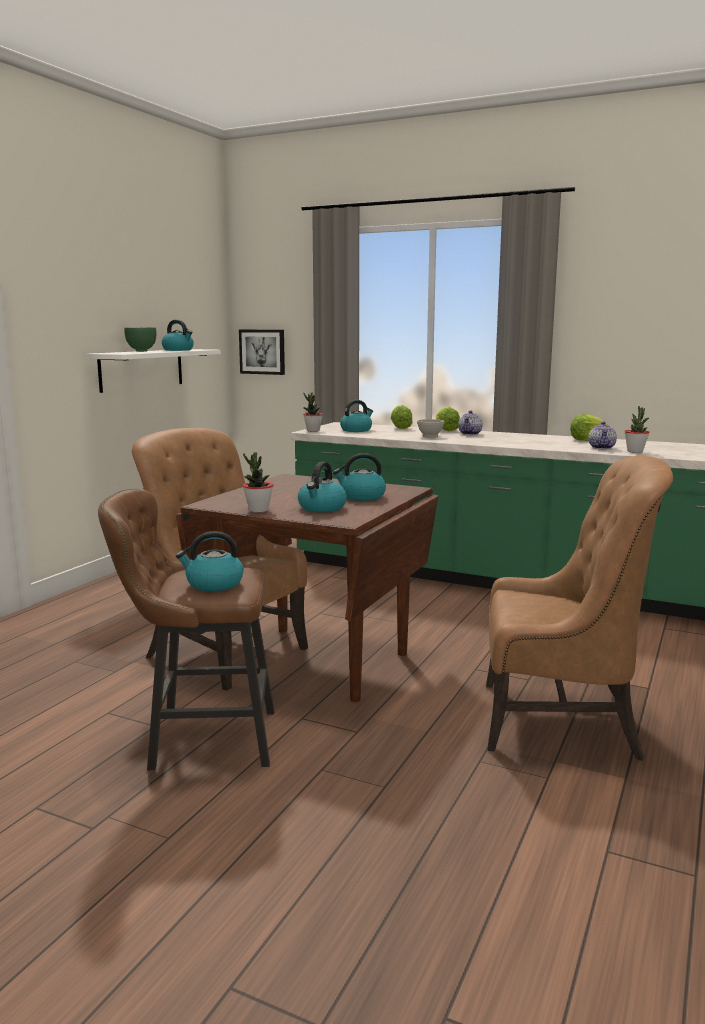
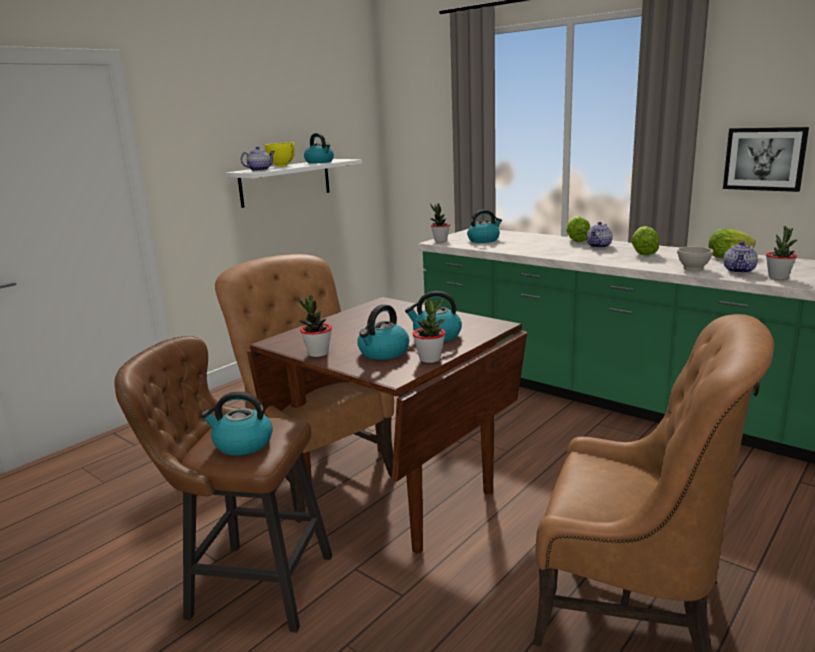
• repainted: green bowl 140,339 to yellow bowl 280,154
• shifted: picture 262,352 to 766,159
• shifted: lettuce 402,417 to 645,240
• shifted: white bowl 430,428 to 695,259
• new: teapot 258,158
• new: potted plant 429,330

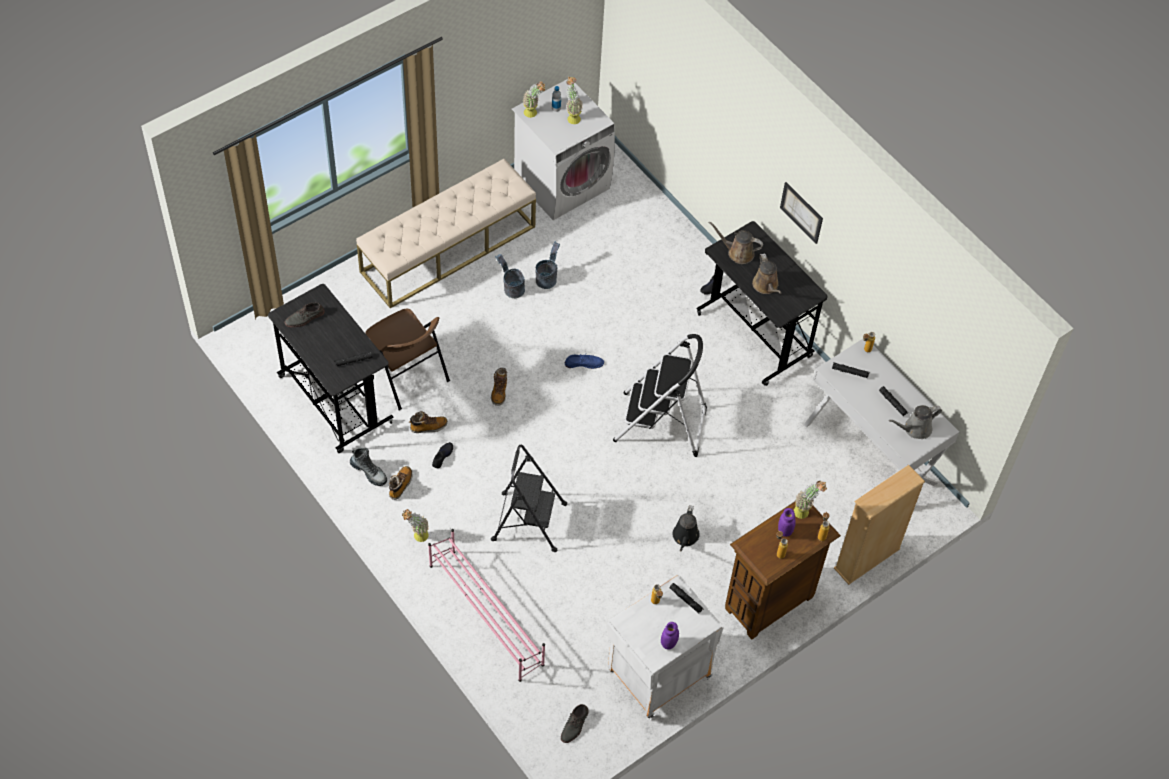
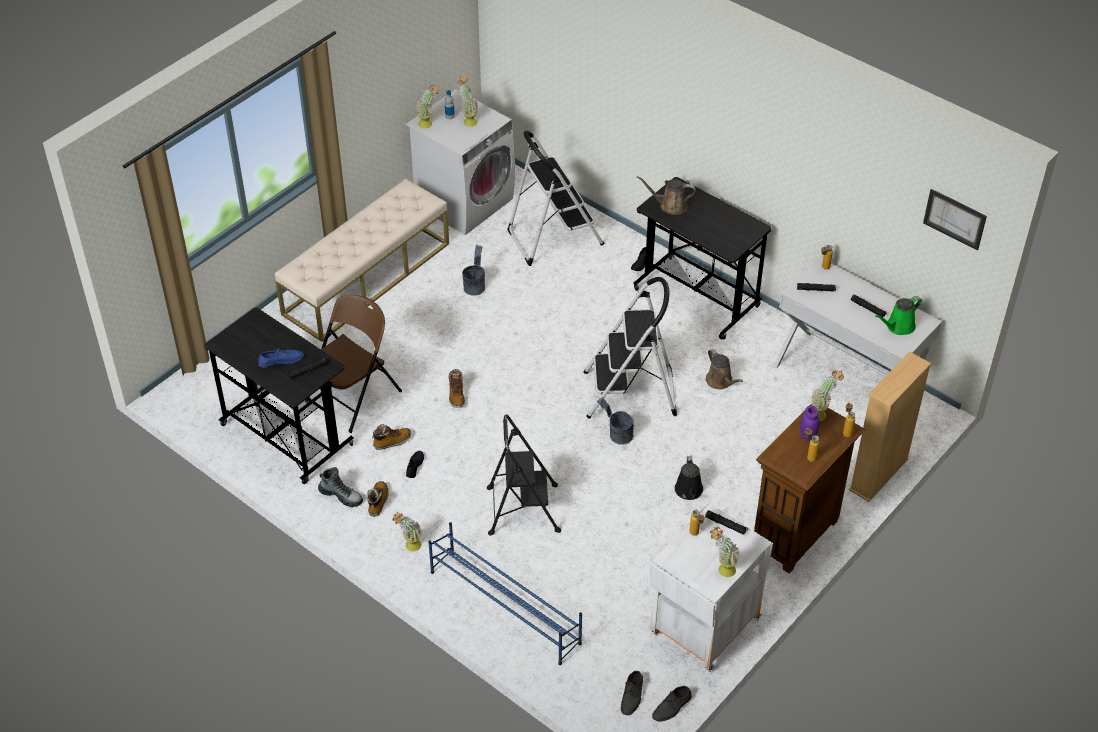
• shifted: picture 801,213 to 955,219
• shifted: brown watering can 767,273 to 724,369
• shifted: grey bucket 510,276 to 615,421
• shifted: grey shoe 304,315 to 672,704
• rotated: brown chair 407,360 = 355,364 90 degrees counterclockwise
• shifted: blue shoe 584,361 to 281,357
• repainted: grey watering can 915,422 to green watering can 898,315
• repainted: pink shoe rack 486,605 to blue shoe rack 505,593
• swapped: purple jar 670,636 to potted plant 725,552
• new: step ladder 555,198

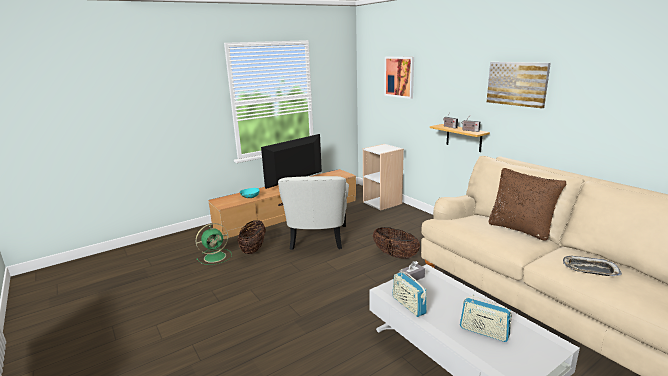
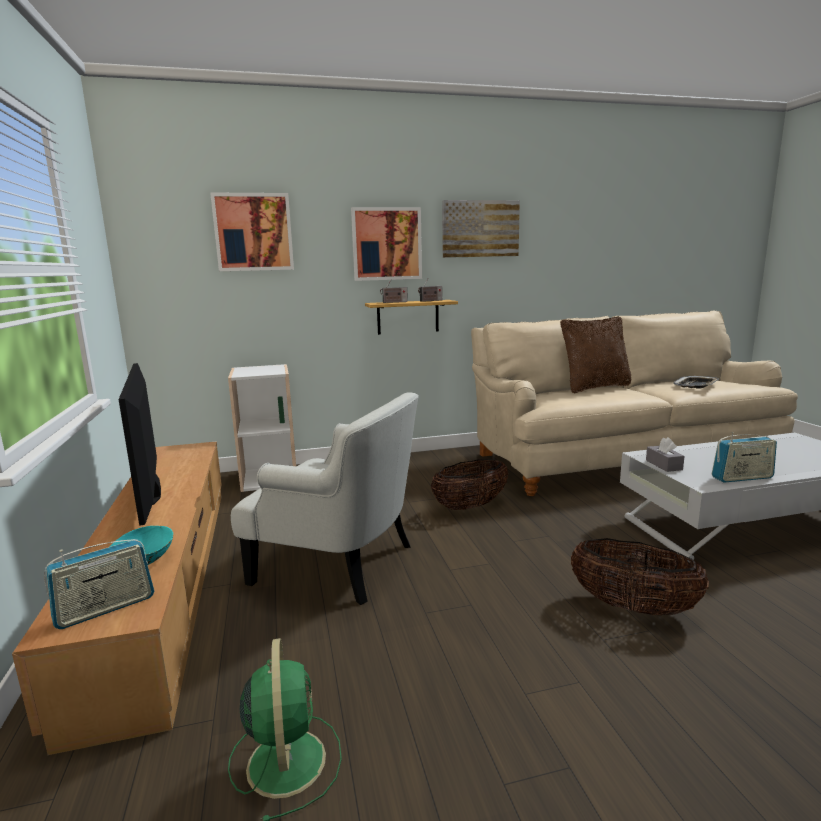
• shifted: basket 252,237 to 640,576
• shifted: radio 486,318 to 99,584
• new: picture 386,244

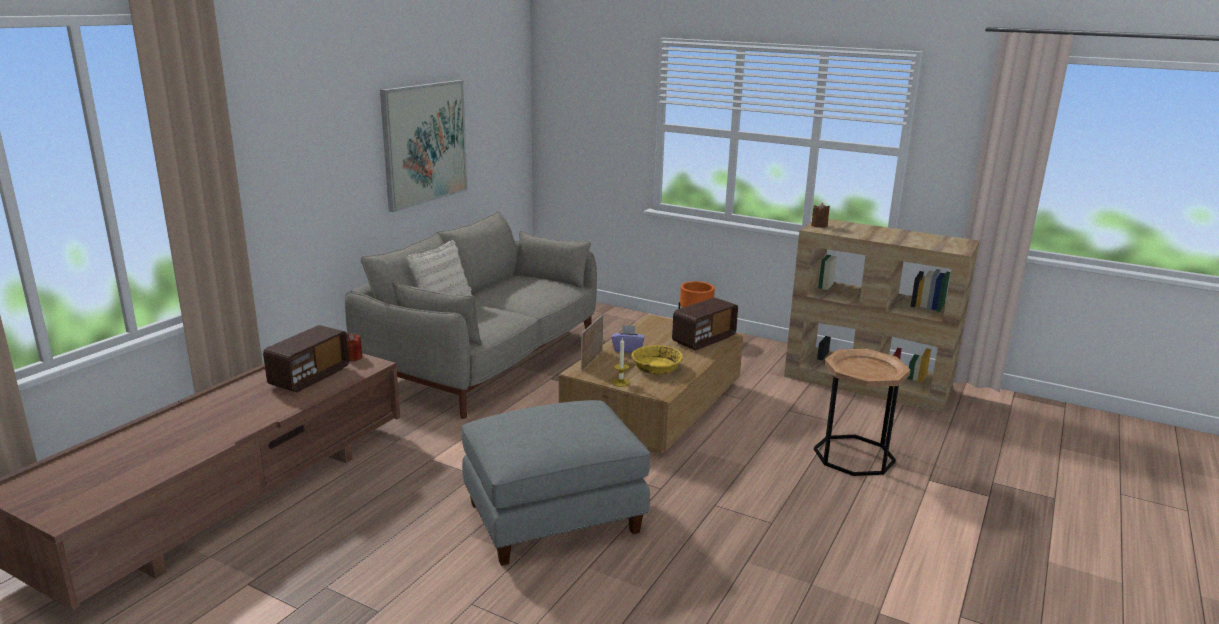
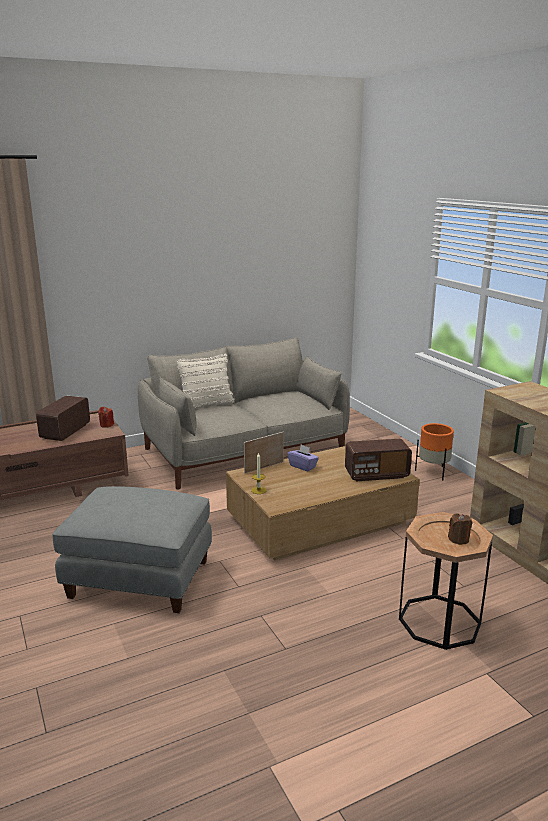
• gone: picture 424,146
• shifted: brown candle 820,215 to 460,529
• rotated: radio 306,358 = 63,418 135 degrees clockwise
• gone: yellow bowl 657,359

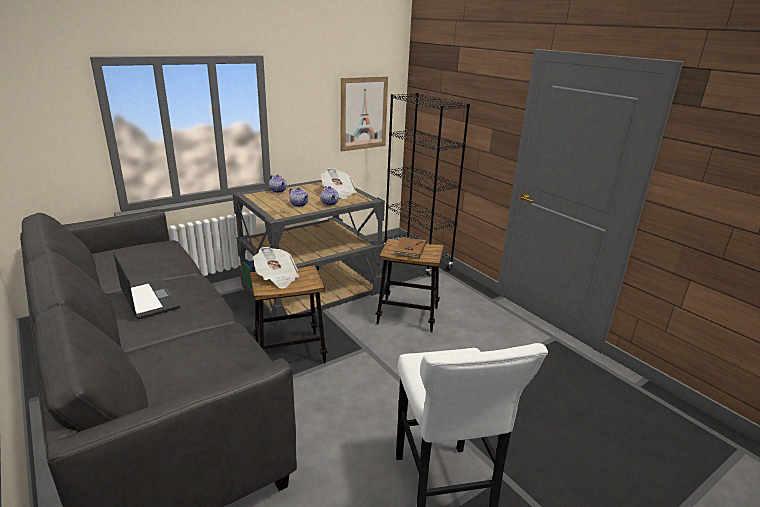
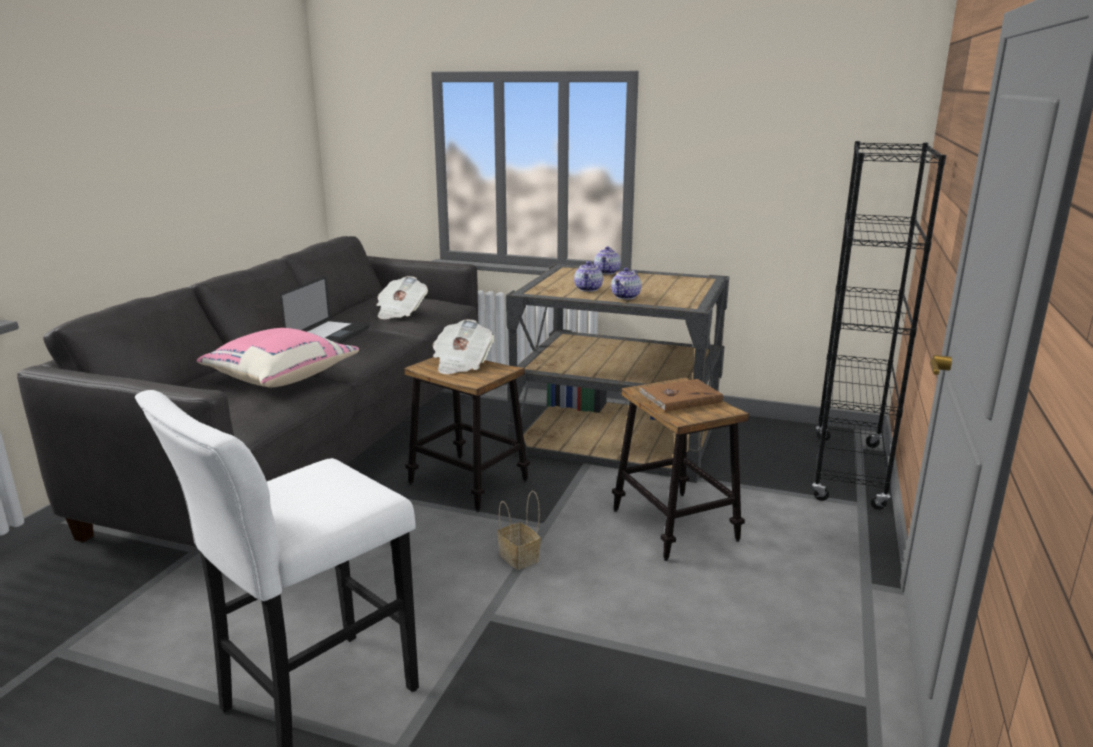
• gone: picture 364,114
• shifted: newspaper 339,183 to 402,297
• new: pink pillow 278,358
• new: basket 519,530

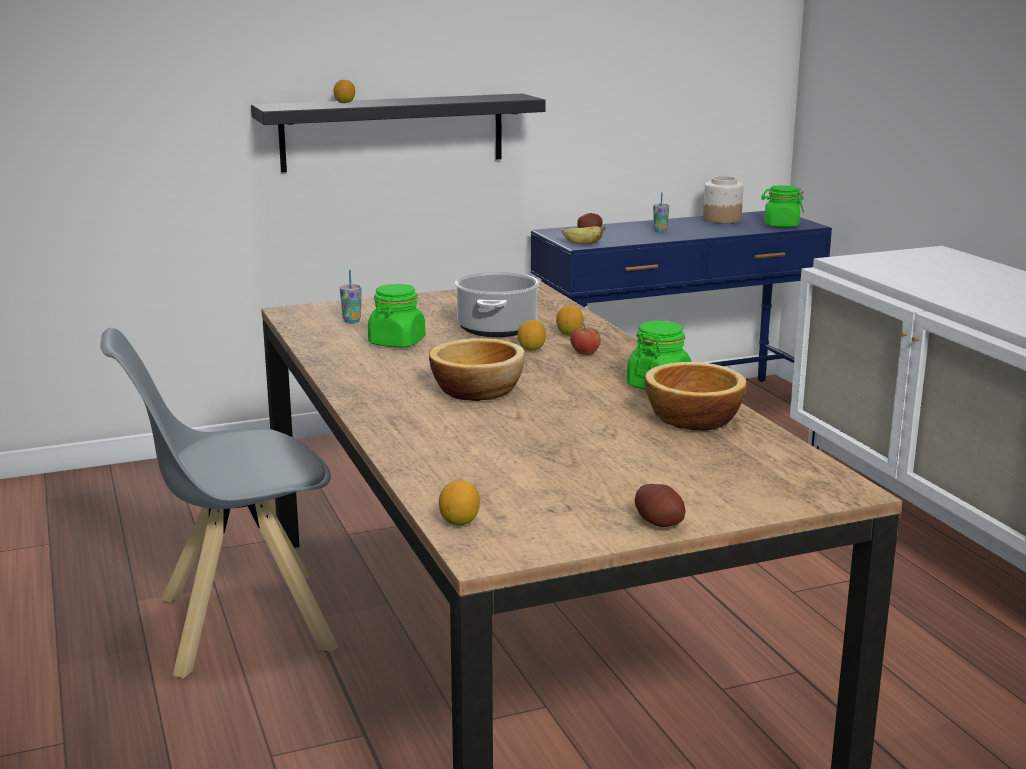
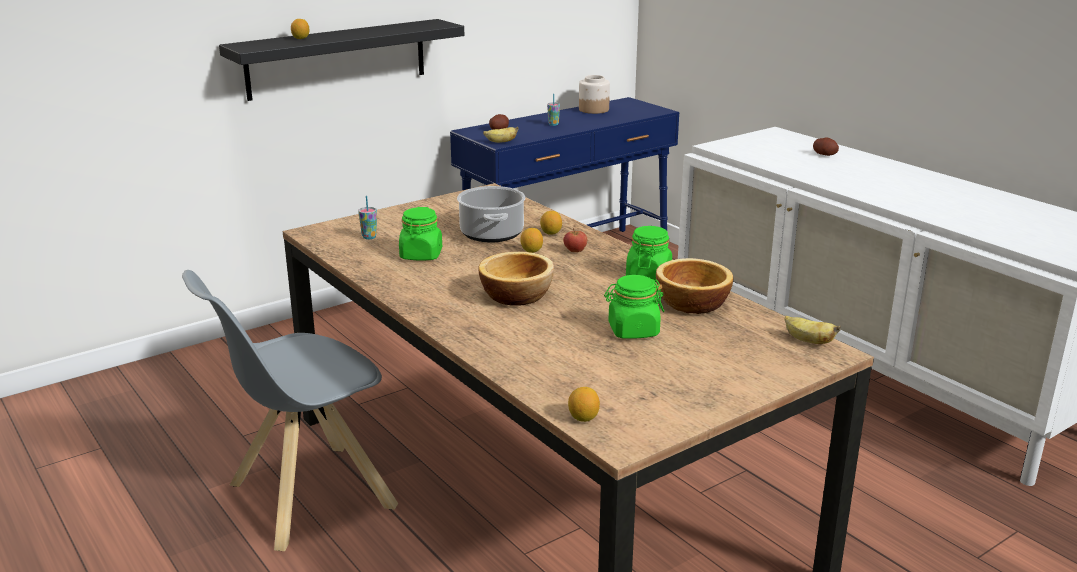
• shifted: green jar 782,206 to 634,307
• shifted: potato 660,505 to 826,146
• new: banana 813,329

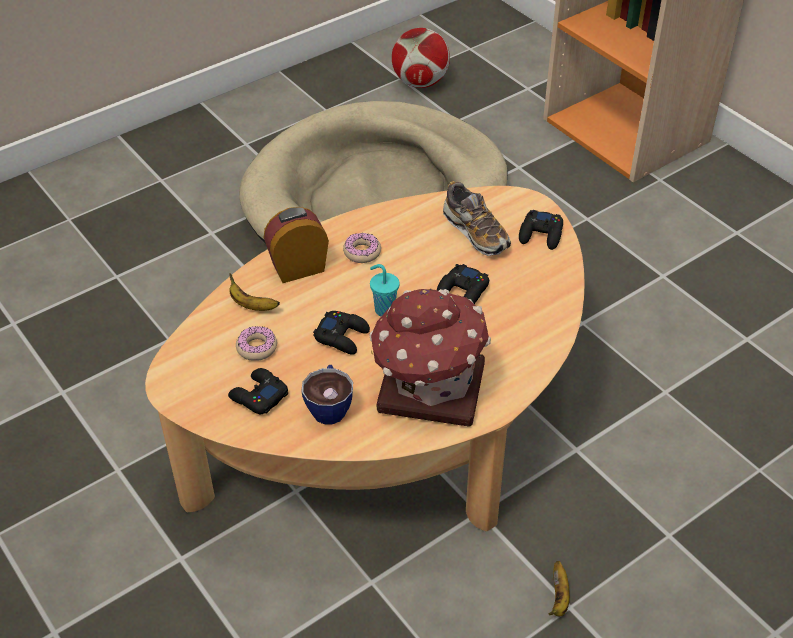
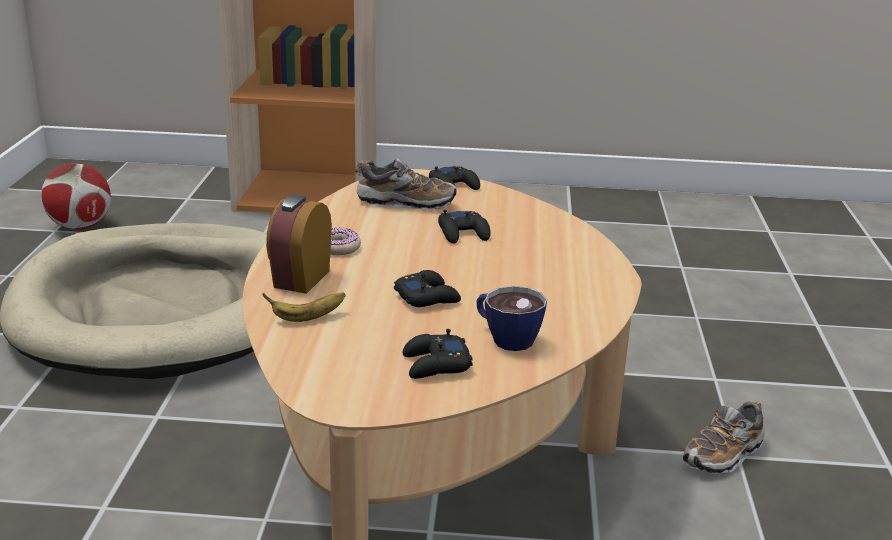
• gone: turquoise cup 384,290
• gone: toy house 430,358
• gone: donut 256,343
• swapped: banana 559,588 to shoe 724,437

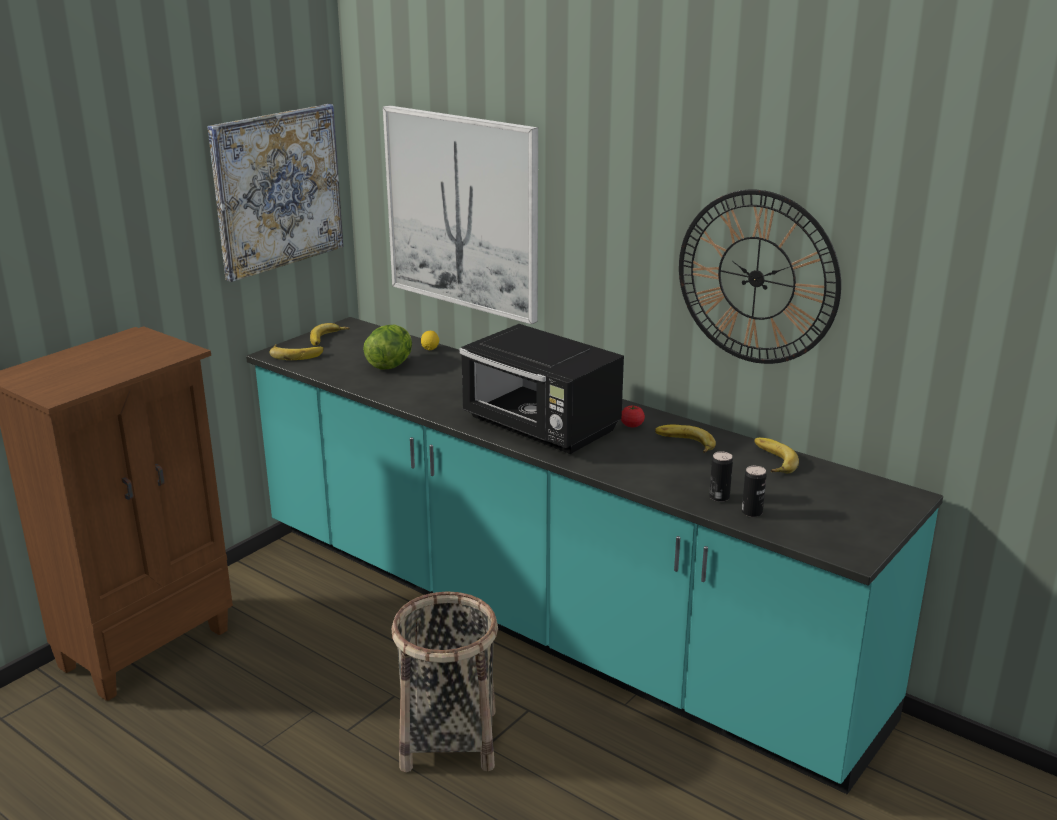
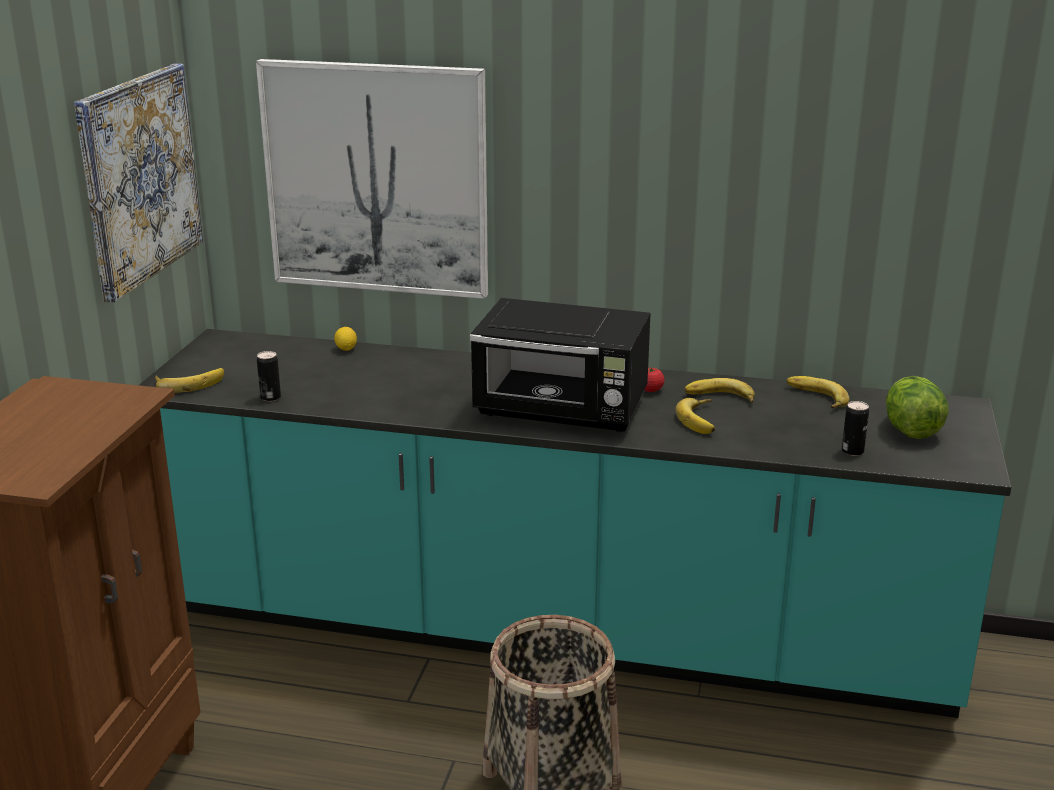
• gone: wall clock 760,277
• shifted: banana 330,334 to 695,416
• shifted: lettuce 387,347 to 917,407
• shifted: can 721,477 to 269,376

